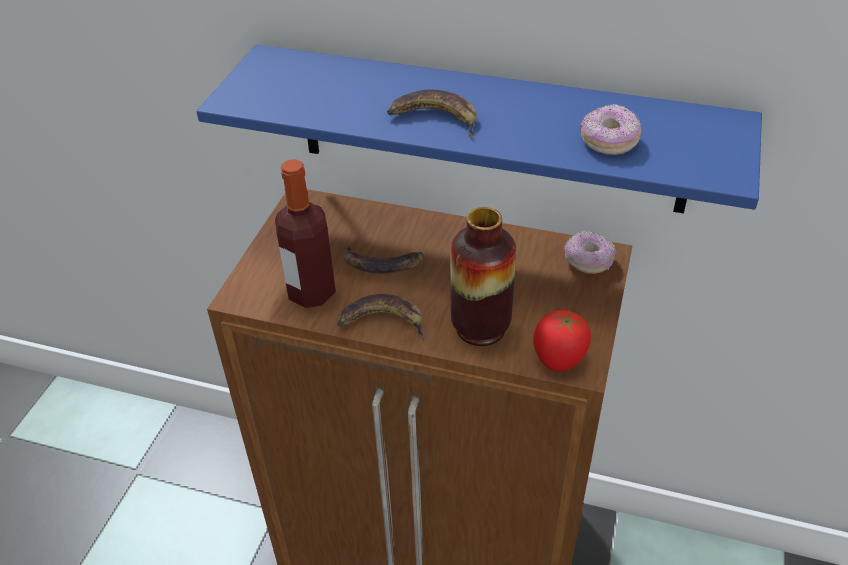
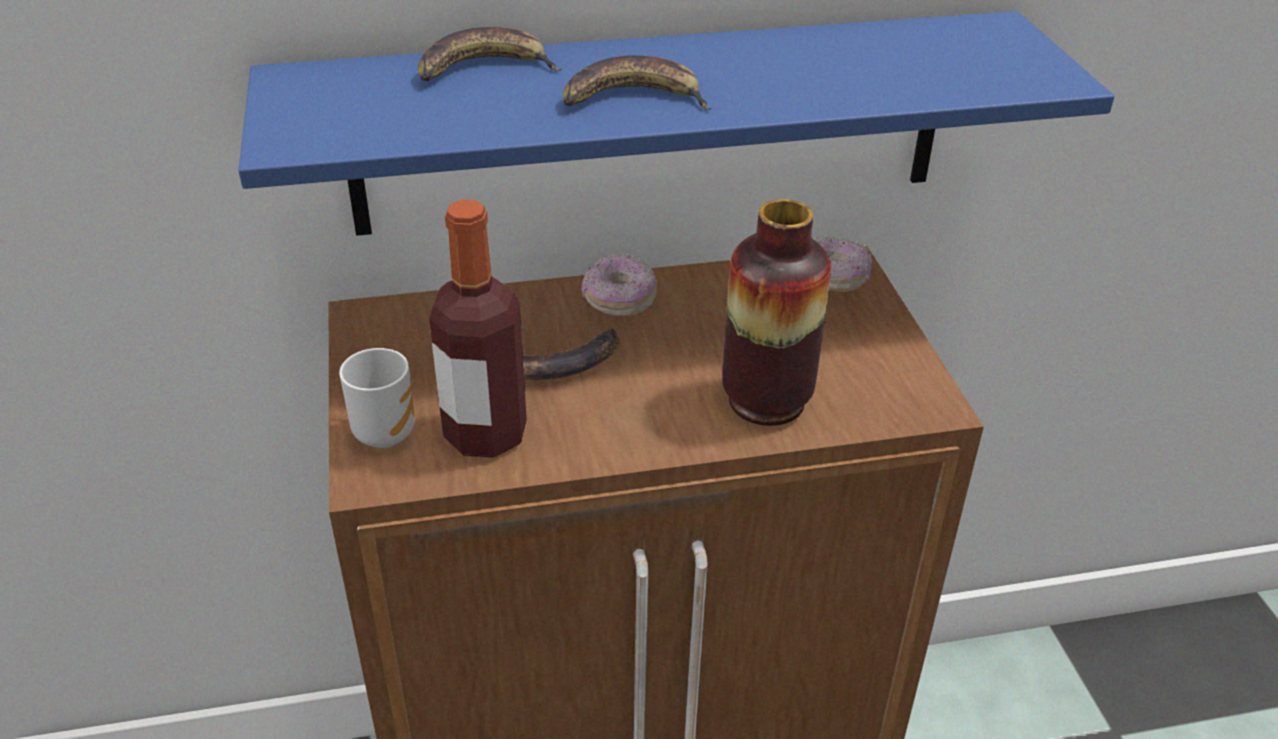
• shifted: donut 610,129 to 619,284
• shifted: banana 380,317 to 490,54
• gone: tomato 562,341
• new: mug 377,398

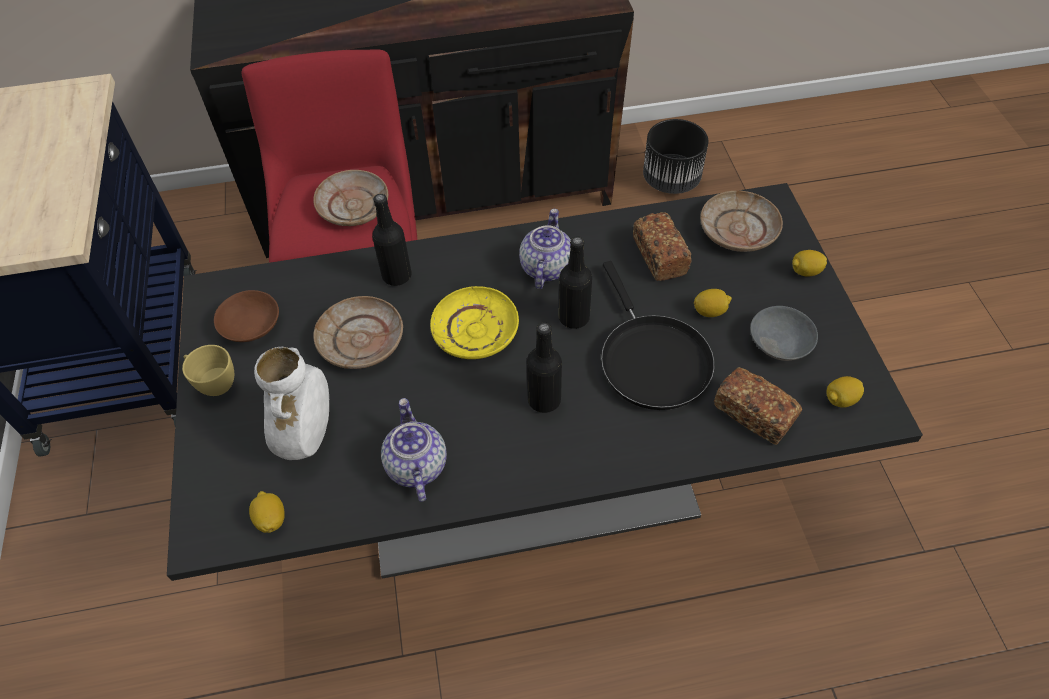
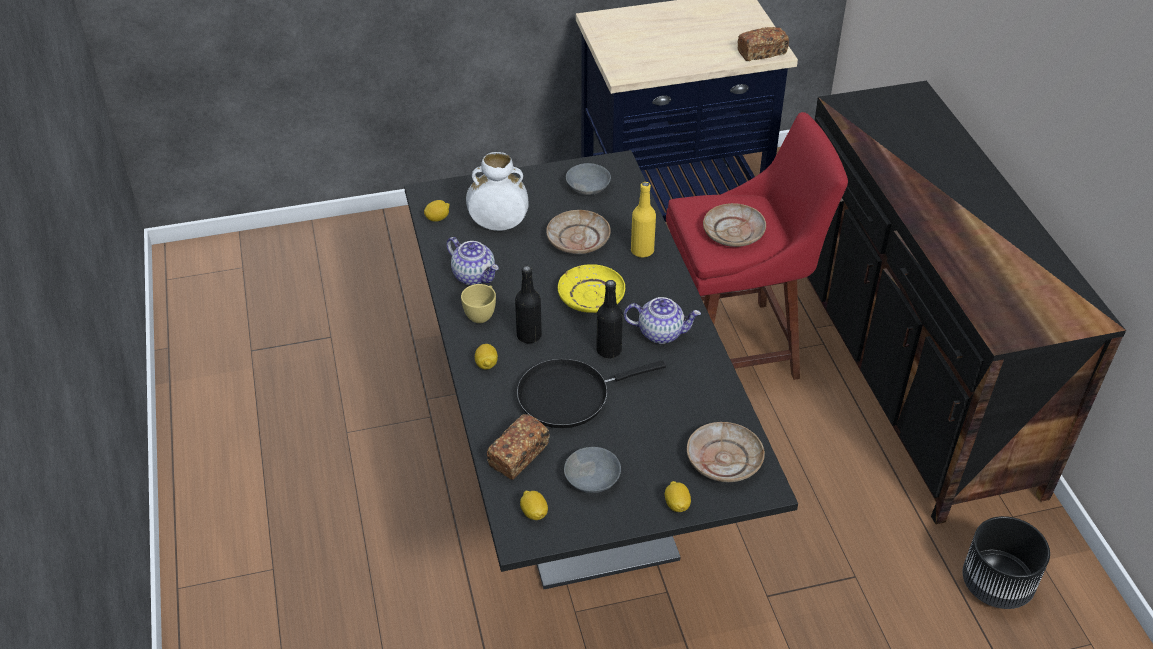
• repainted: black bottle 391,240 to yellow bottle 643,219
• shifted: bread 662,246 to 763,44
• shifted: lemon 713,303 to 486,357
• repainted: brown bowl 246,316 to grey bowl 588,179
• shifted: yellow cup 208,370 to 478,303
• rotated: teapot 414,450 = 472,261 60 degrees clockwise

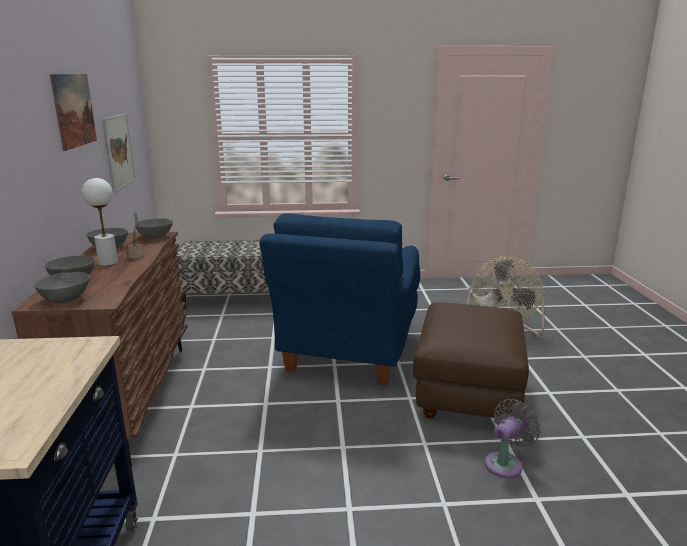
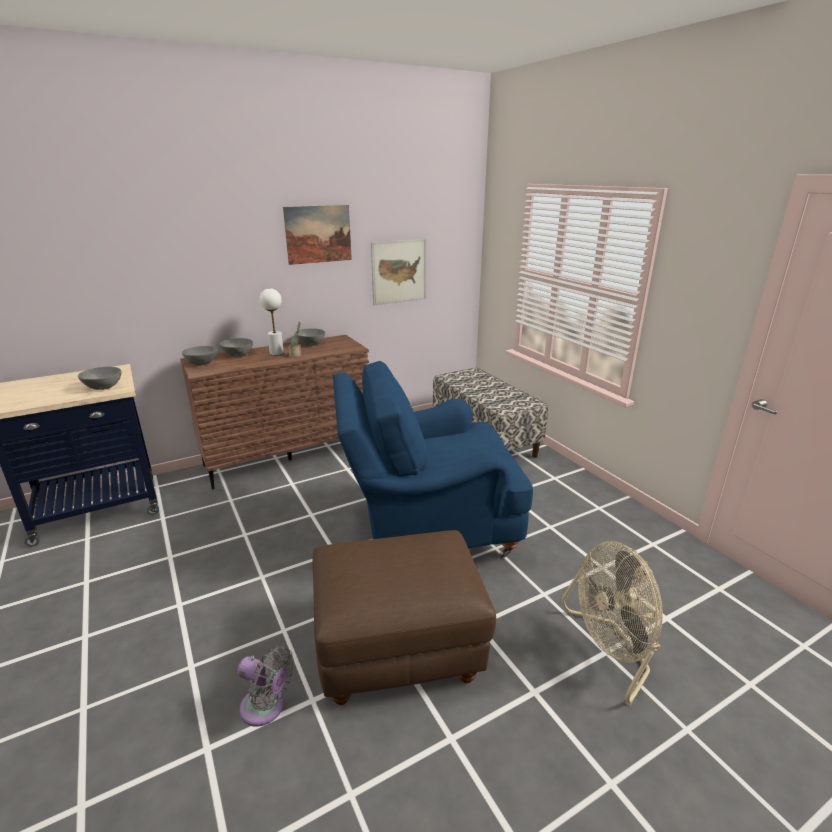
• shifted: grey bowl 153,228 to 100,378

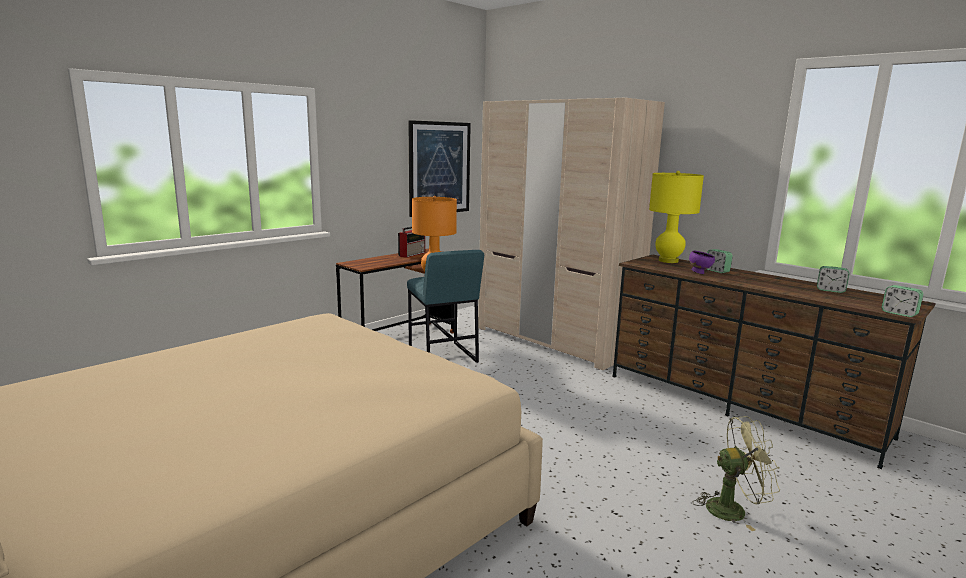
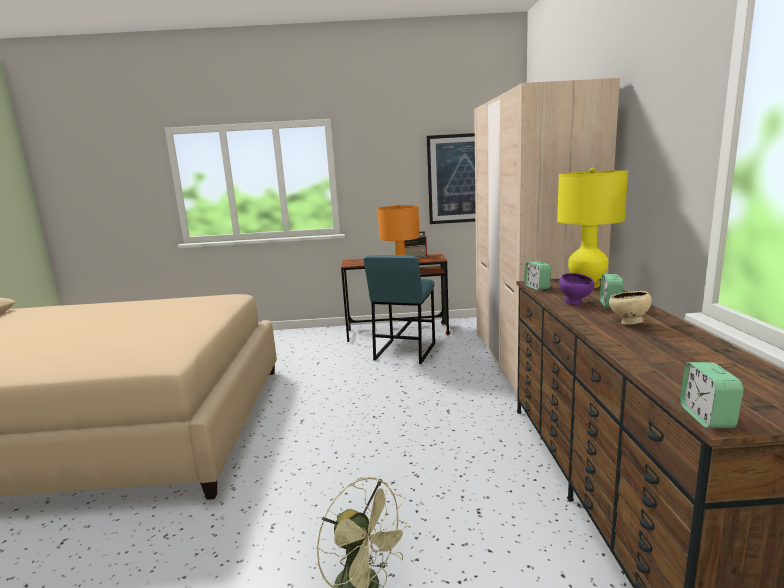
• shifted: alarm clock 833,279 to 537,275
• new: beige bowl 630,308

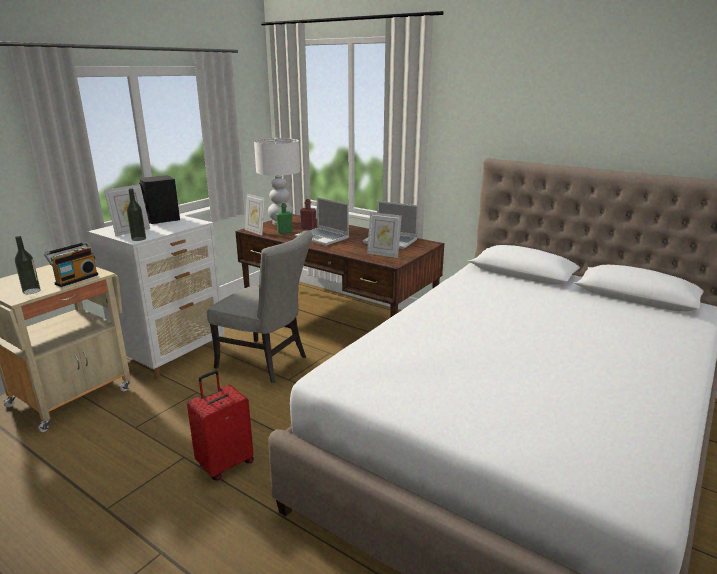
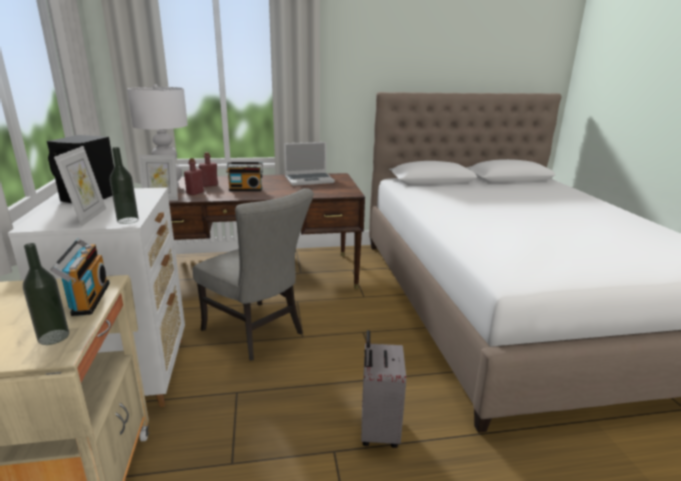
• swapped: laptop 322,221 to radio 244,176
• repainted: green bottle 284,218 to red bottle 194,176
• gone: picture frame 384,235
• rotated: grey chair 260,307 = 253,274 60 degrees clockwise
• repainted: red suitcase 220,425 to grey suitcase 383,389

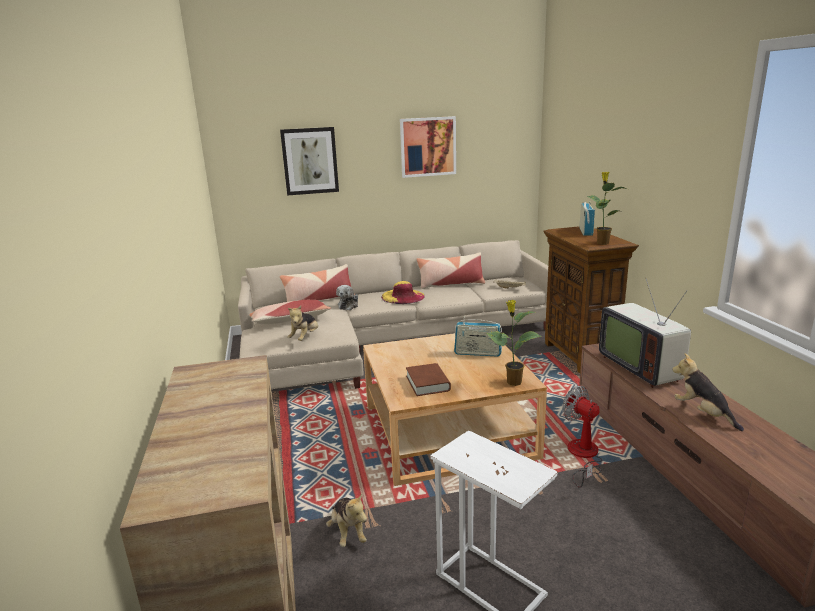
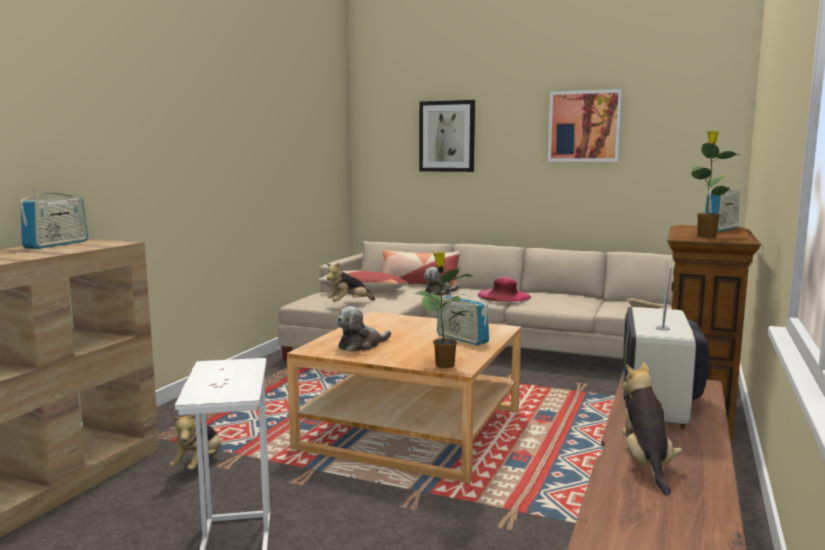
• gone: pillow 450,270
• repainted: yellow hat 403,292 to pink hat 504,289
• swapped: brown book 428,379 to plush toy 364,329
• gone: fan 582,437
• new: radio 54,218

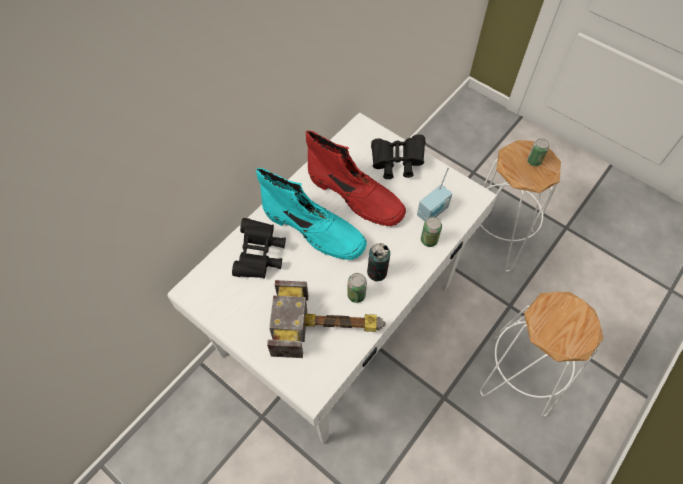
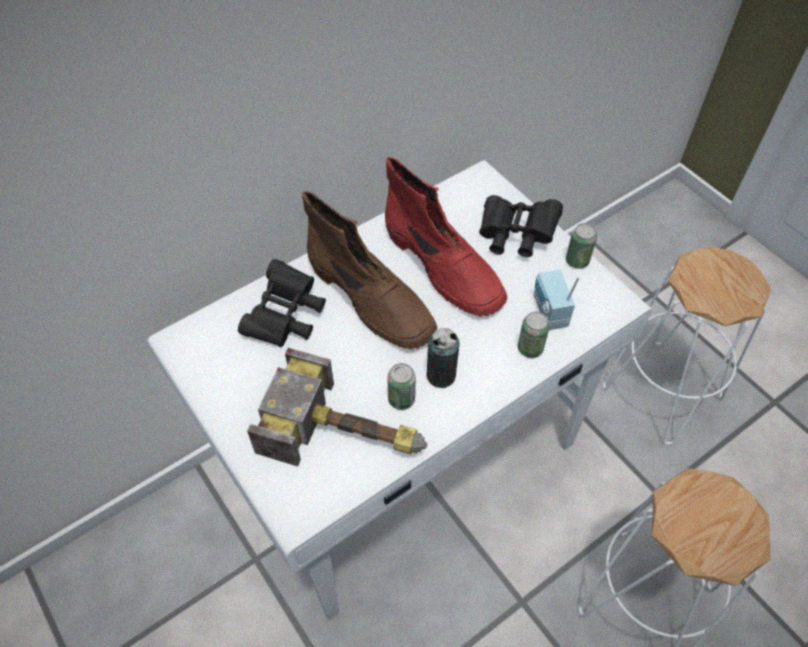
• shifted: can 538,152 to 581,246
• rotated: radio 434,194 = 557,299 105 degrees clockwise
• repainted: turquoise boot 311,214 to brown boot 369,270

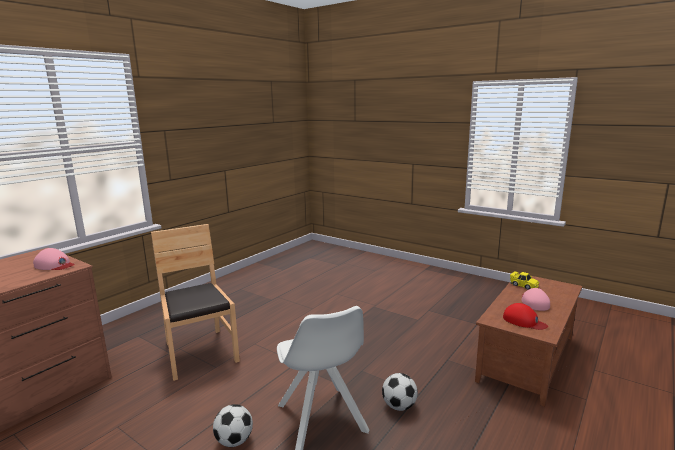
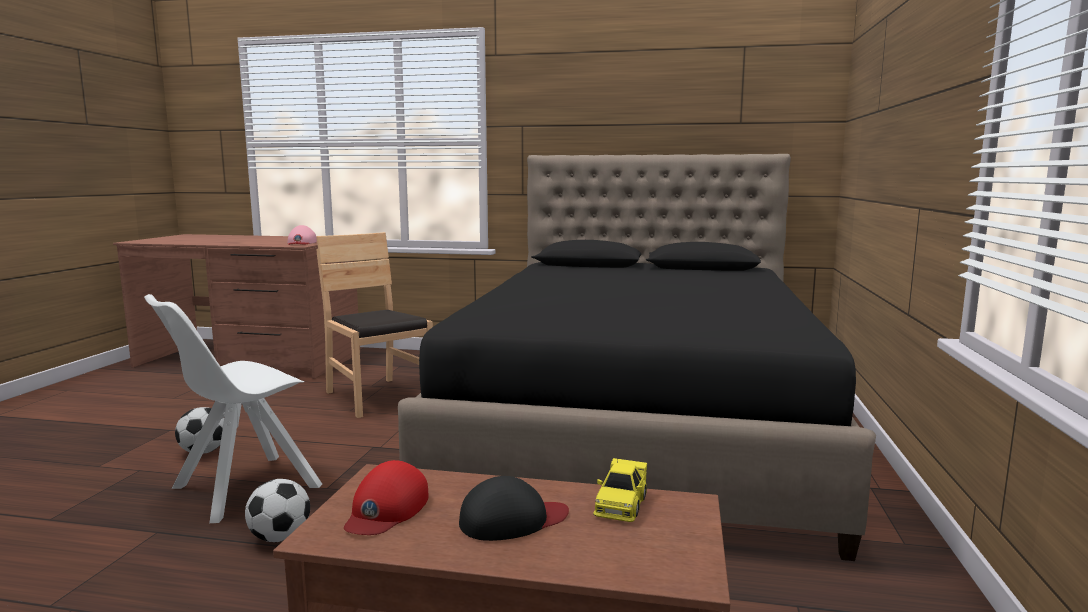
• rotated: brown chair 195,302 = 375,325 75 degrees counterclockwise
• repainted: pink cap 535,299 to black cap 514,508
• new: black bed 637,357

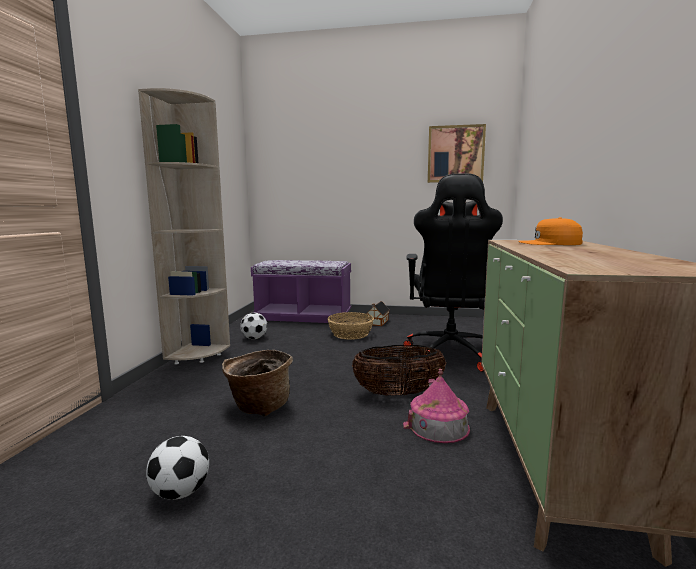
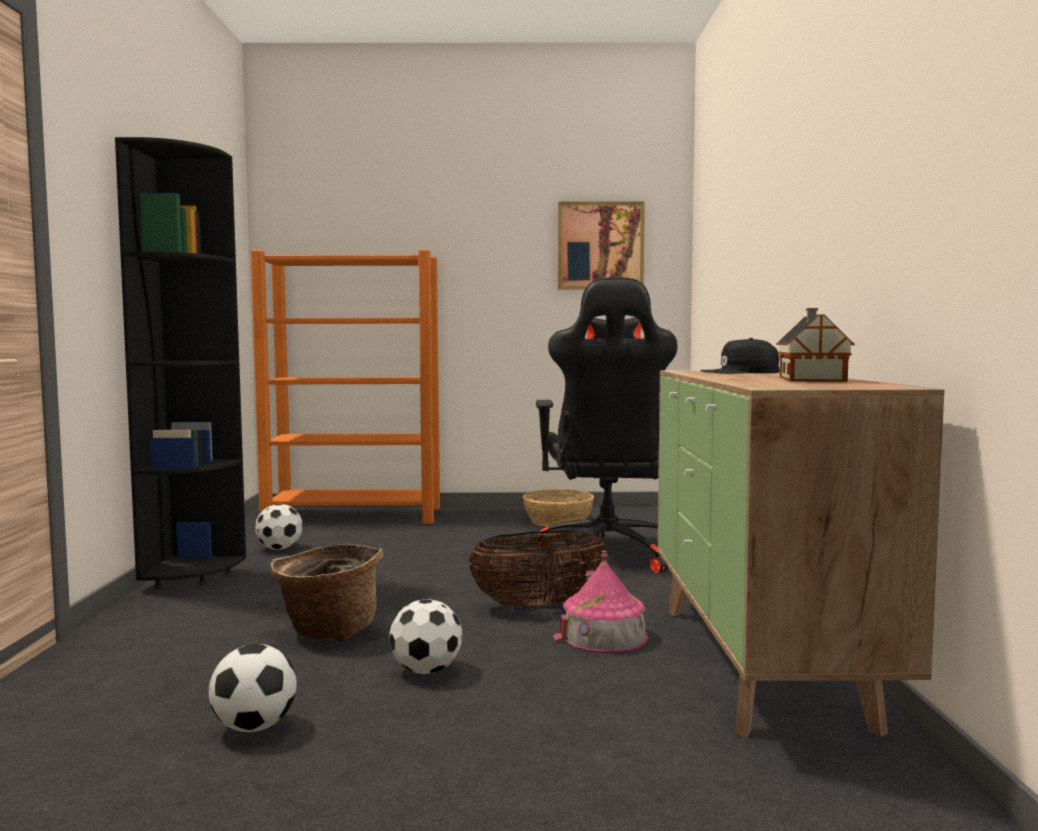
• repainted: beige bookcase 184,226 to black bookcase 180,363
• repainted: orange cap 550,231 to black cap 740,356
• swapped: purple bench 301,291 to orange bookcase 345,387
• shifted: toy house 378,313 to 815,345
• shifted: basket 350,326 to 558,508
• new: football 426,636

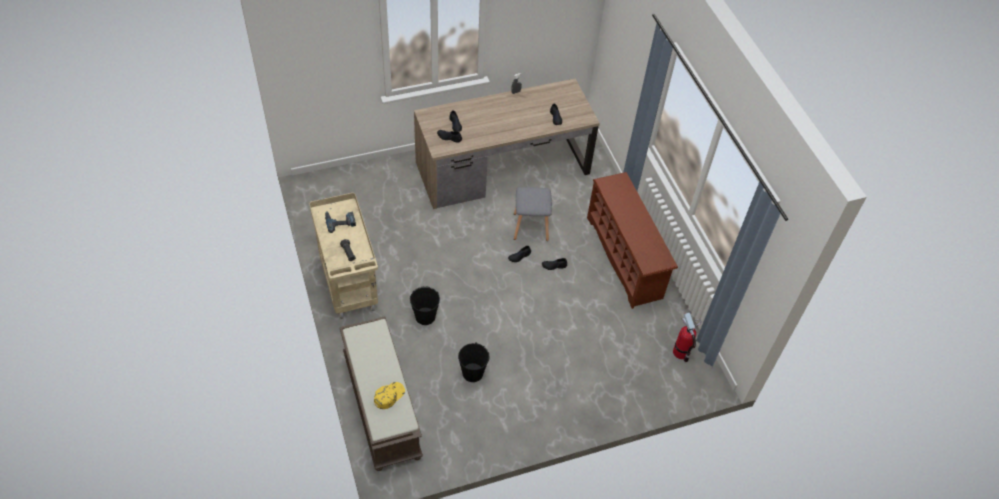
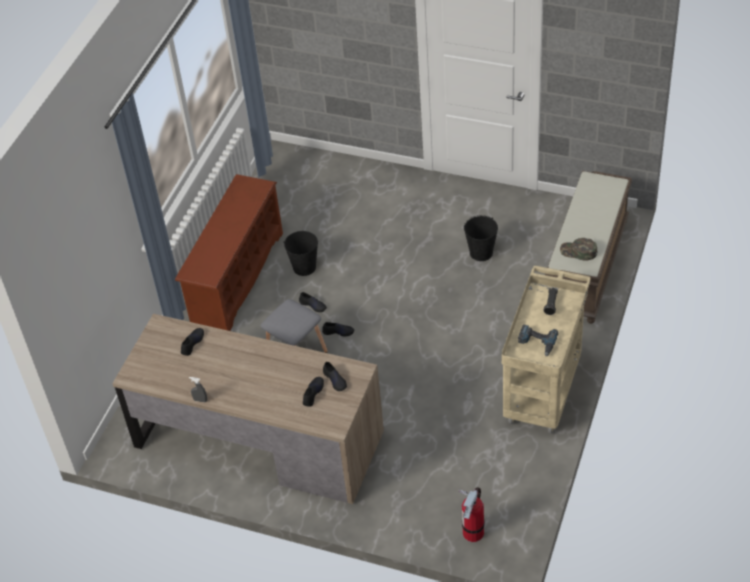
• shifted: black bucket 425,305 to 301,253
• shifted: fire extinguisher 687,337 to 472,515
• gone: yellow cap 389,395
• new: green cap 578,249

